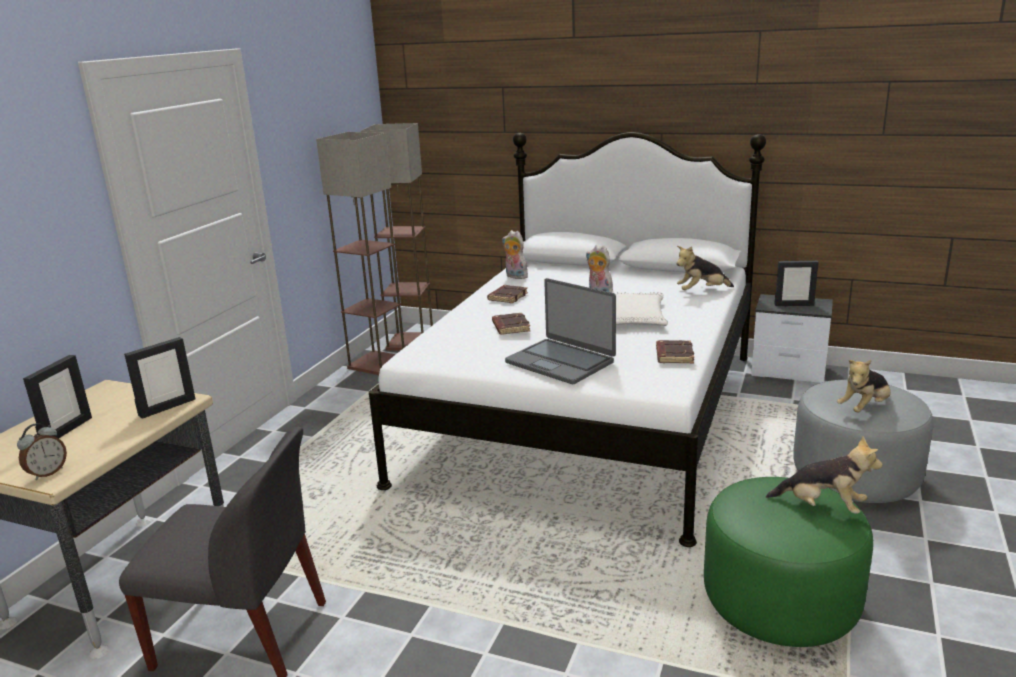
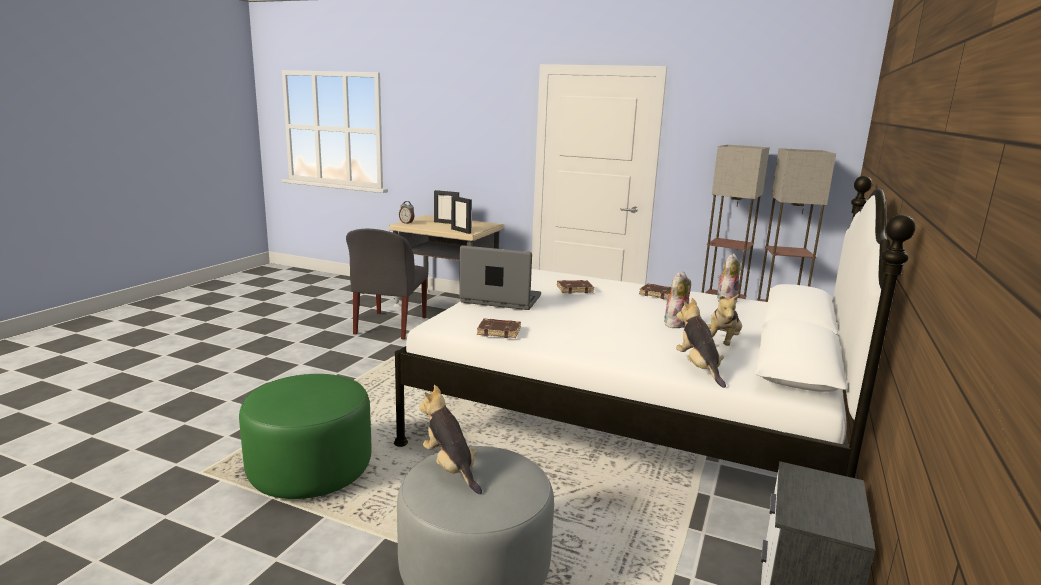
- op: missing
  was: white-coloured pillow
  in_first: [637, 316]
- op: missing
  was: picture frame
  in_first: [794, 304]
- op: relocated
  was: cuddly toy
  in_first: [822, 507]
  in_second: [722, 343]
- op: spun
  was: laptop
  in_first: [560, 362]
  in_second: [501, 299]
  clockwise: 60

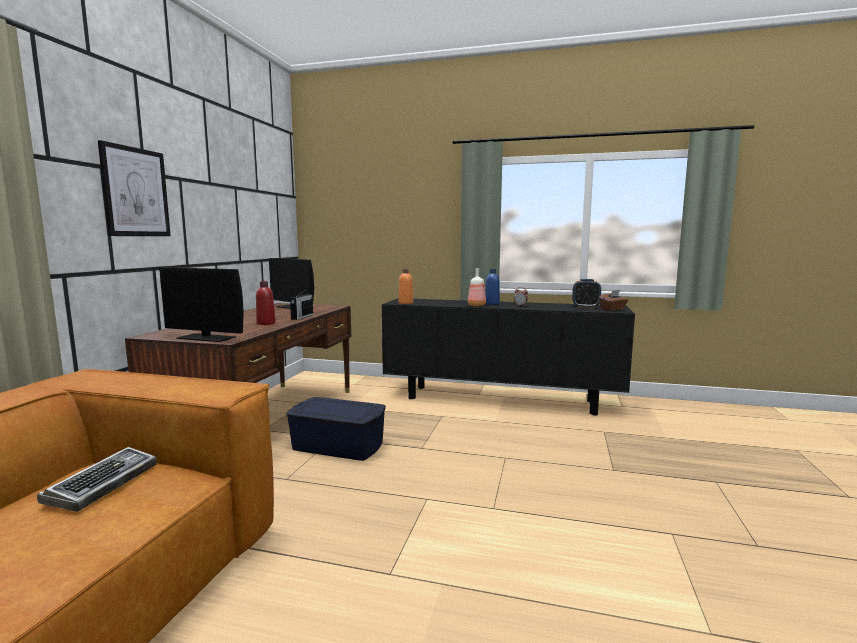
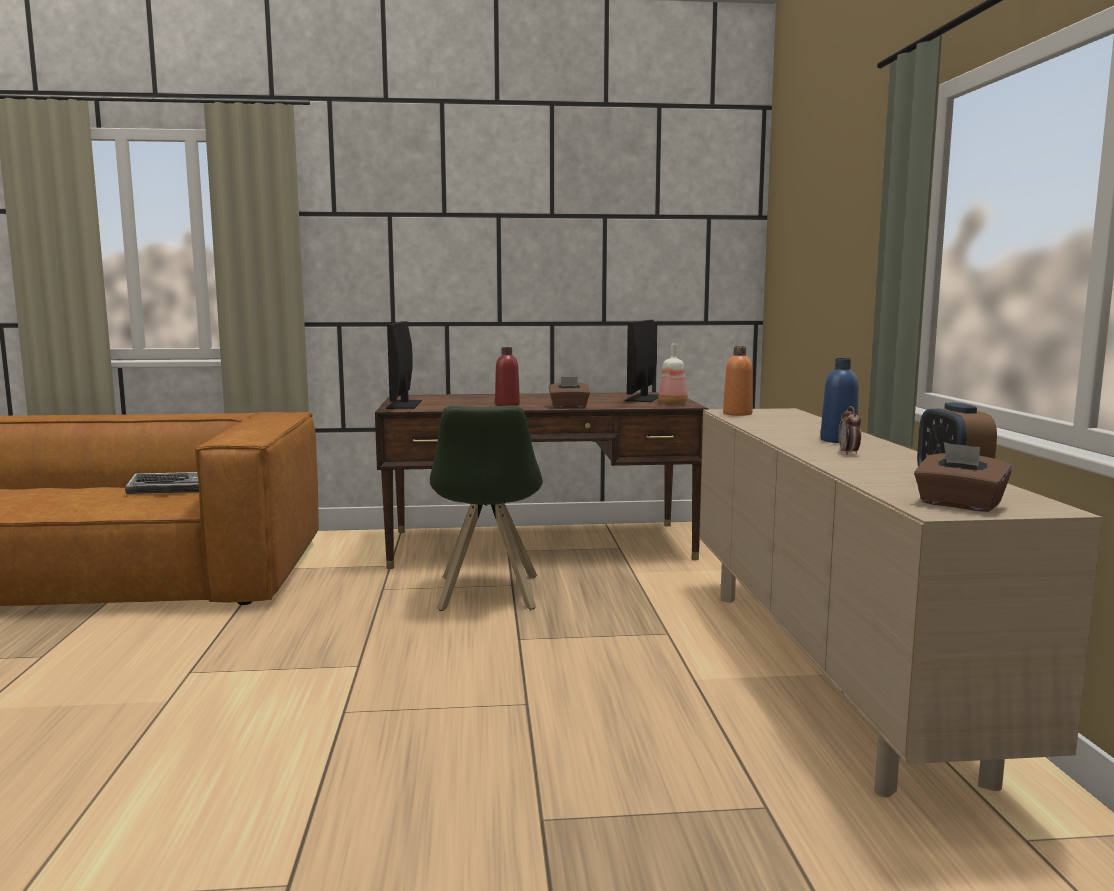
- op: missing
  was: wall picture
  in_first: [135, 192]
- op: relocated
  was: beverage bottle
  in_first: [476, 305]
  in_second: [672, 404]
- op: exchanged
  was: bluish storage bin
  now: green-coloured plain chair
  in_first: [338, 446]
  in_second: [488, 592]
- op: exchanged
  was: radio
  now: brownish tissue holder
  in_first: [301, 317]
  in_second: [569, 407]
- op: colour
  was: blackish cupboard
  now: beige-coloured cupboard
  in_first: [500, 399]
  in_second: [829, 671]

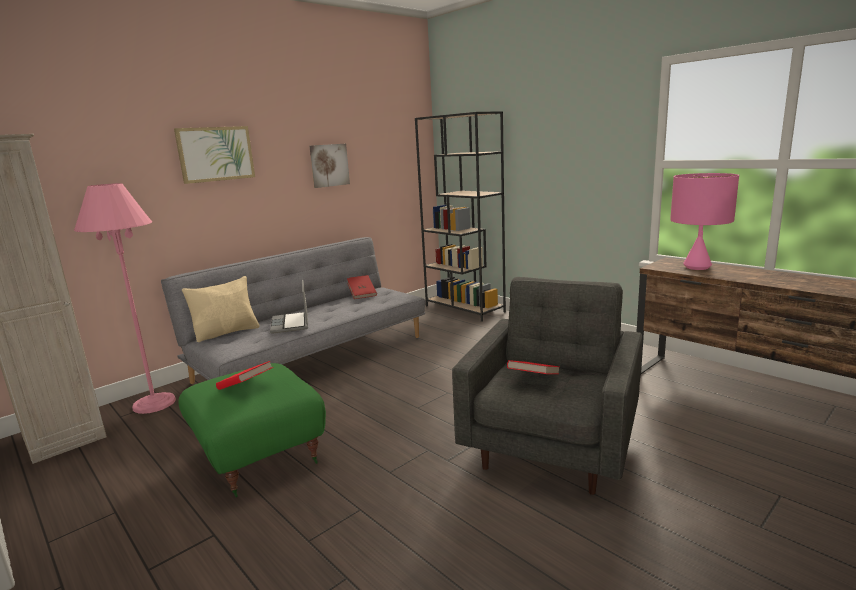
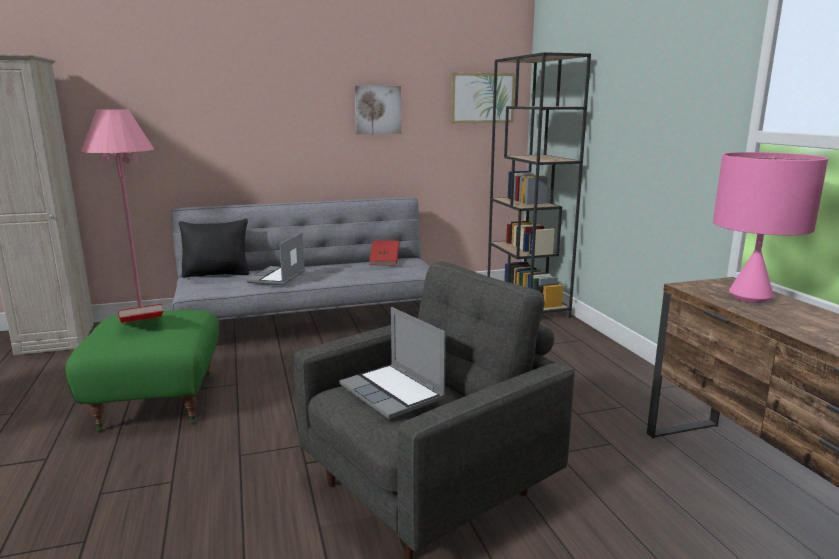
- op: relocated
  was: wall picture
  in_first: [215, 154]
  in_second: [482, 98]
- op: exchanged
  was: reddish book
  now: laptop
  in_first: [533, 379]
  in_second: [393, 393]
- op: colour
  was: beige-coloured pillow
  now: blackish pillow
  in_first: [227, 332]
  in_second: [217, 274]

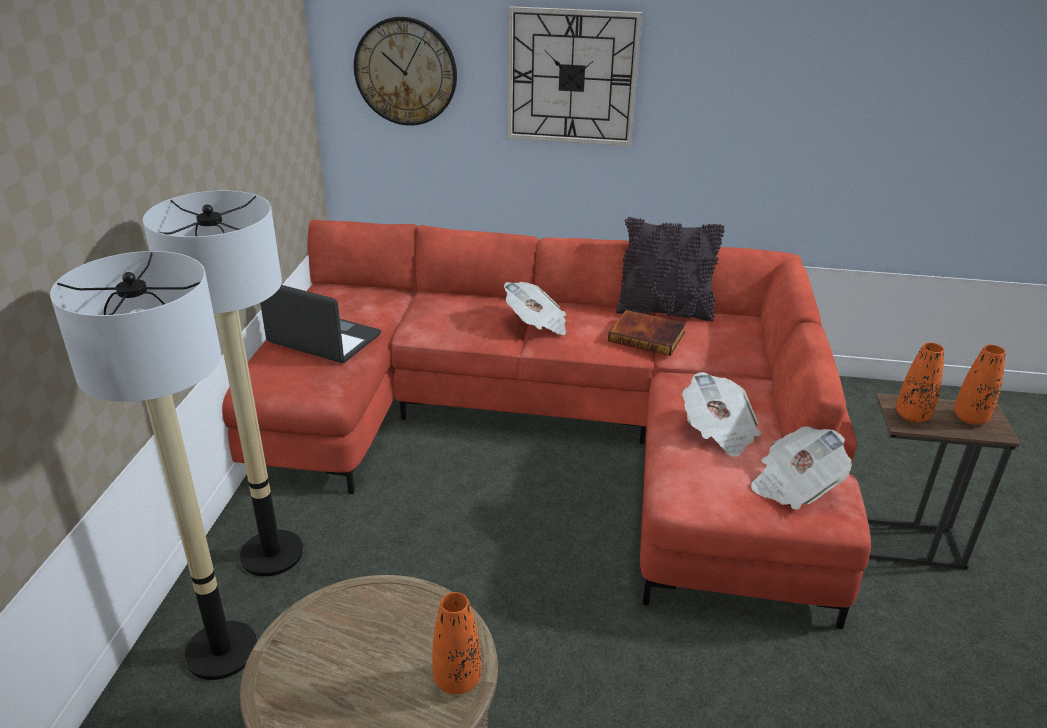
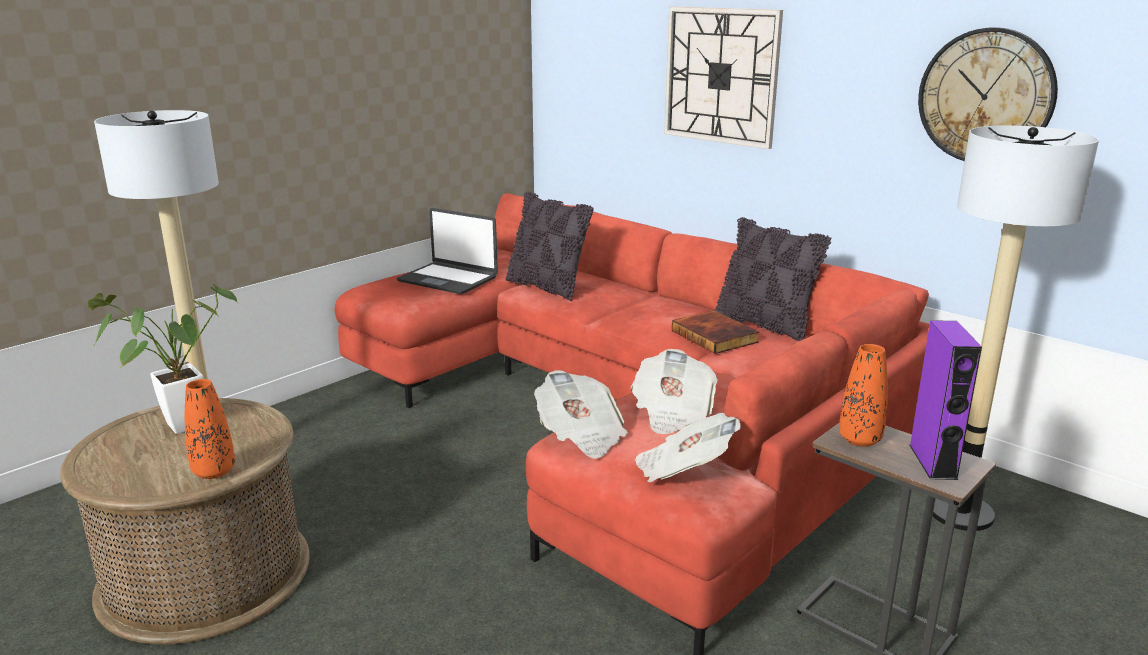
- op: appeared
  now: plant in a pot
  in_second: [176, 428]
- op: appeared
  now: blackish pillow
  in_second: [547, 287]
- op: relocated
  was: floor lamp
  in_first: [271, 554]
  in_second: [959, 512]
- op: relocated
  was: hanging clock
  in_first: [406, 72]
  in_second: [985, 96]
- op: relocated
  was: newspaper
  in_first: [536, 324]
  in_second: [581, 436]
- op: exchanged
  was: orange-coloured vase
  now: purplish loudspeaker
  in_first: [970, 418]
  in_second: [932, 461]
- op: spun
  was: laptop
  in_first: [324, 340]
  in_second: [448, 279]
  clockwise: 150

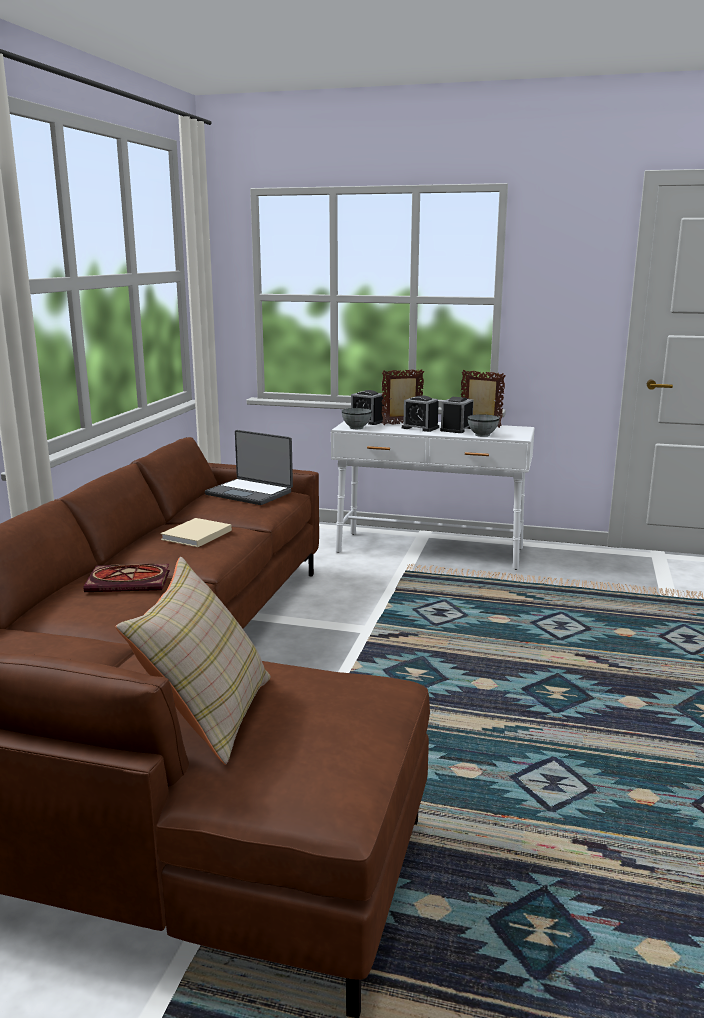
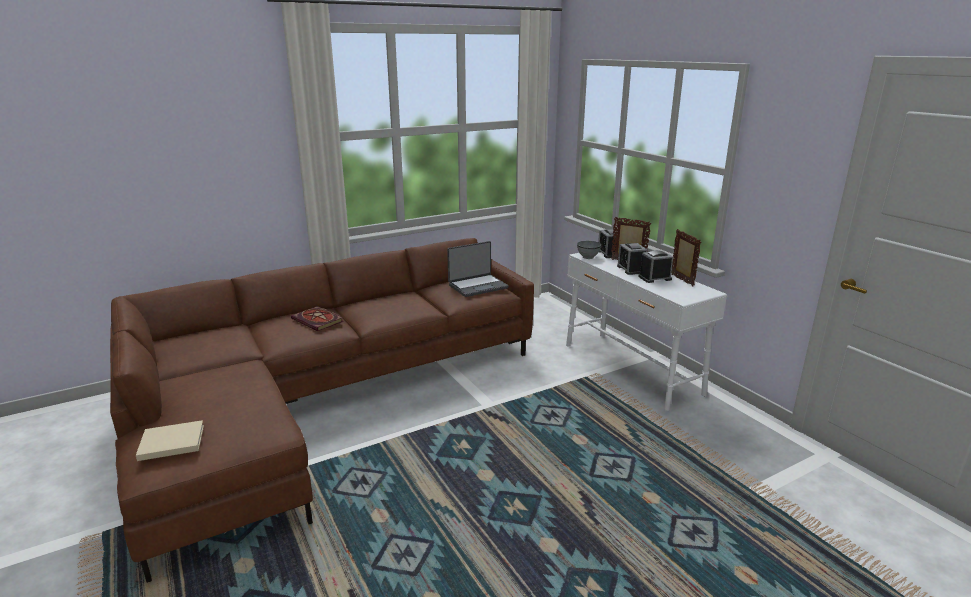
- op: missing
  was: beige-coloured pillow
  in_first: [206, 715]
- op: missing
  was: greyish bowl
  in_first: [482, 435]
- op: relocated
  was: beige-coloured book
  in_first: [195, 535]
  in_second: [169, 443]
- op: spun
  was: laptop
  in_first: [250, 493]
  in_second: [477, 286]
  clockwise: -105

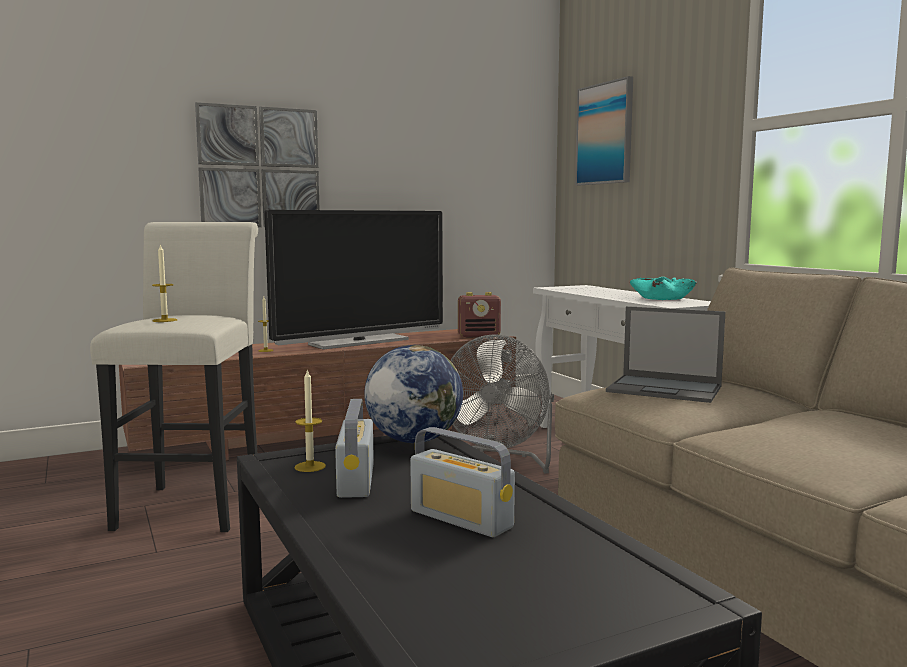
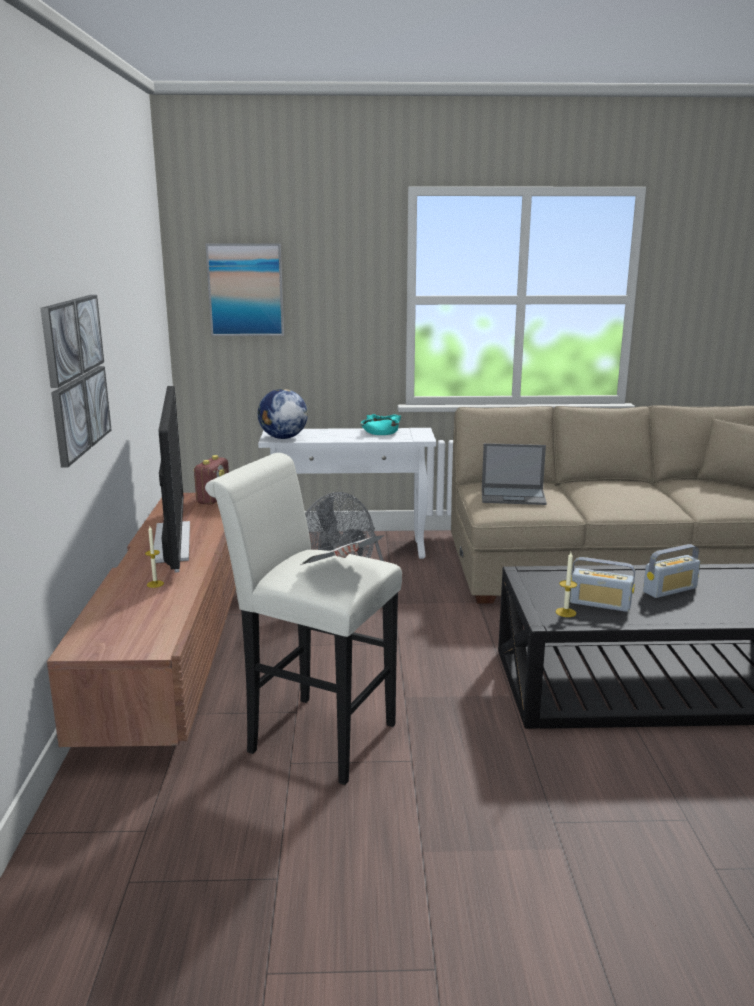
- op: relocated
  was: world globe
  in_first: [413, 440]
  in_second: [283, 438]
- op: exchanged
  was: wax light
  now: newspaper
  in_first: [164, 320]
  in_second: [342, 571]
- op: spun
  was: laptop
  in_first: [666, 389]
  in_second: [514, 496]
  clockwise: 45

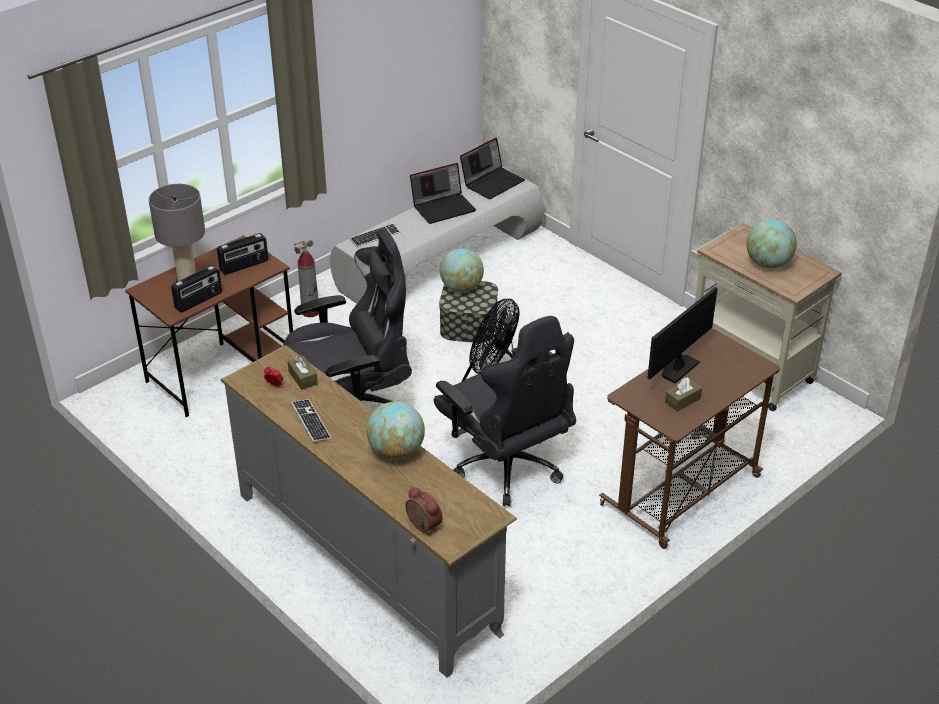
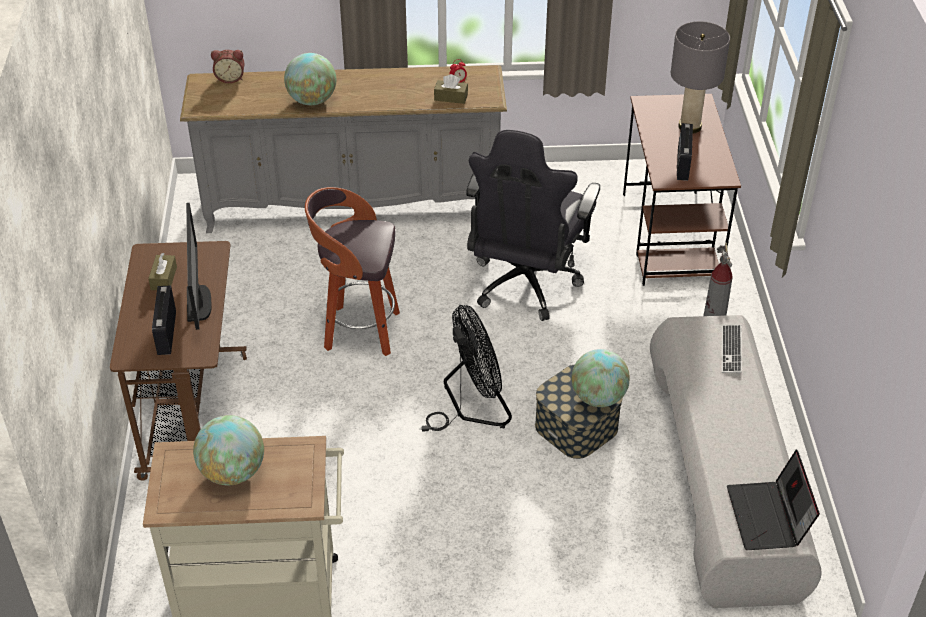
- op: missing
  was: PC keyboard
  in_first: [311, 422]
- op: missing
  was: laptop
  in_first: [443, 207]
- op: relocated
  was: radio
  in_first: [199, 301]
  in_second: [166, 333]
- op: exchanged
  was: blackish desk chair
  now: sitting stool
  in_first: [503, 464]
  in_second: [359, 331]

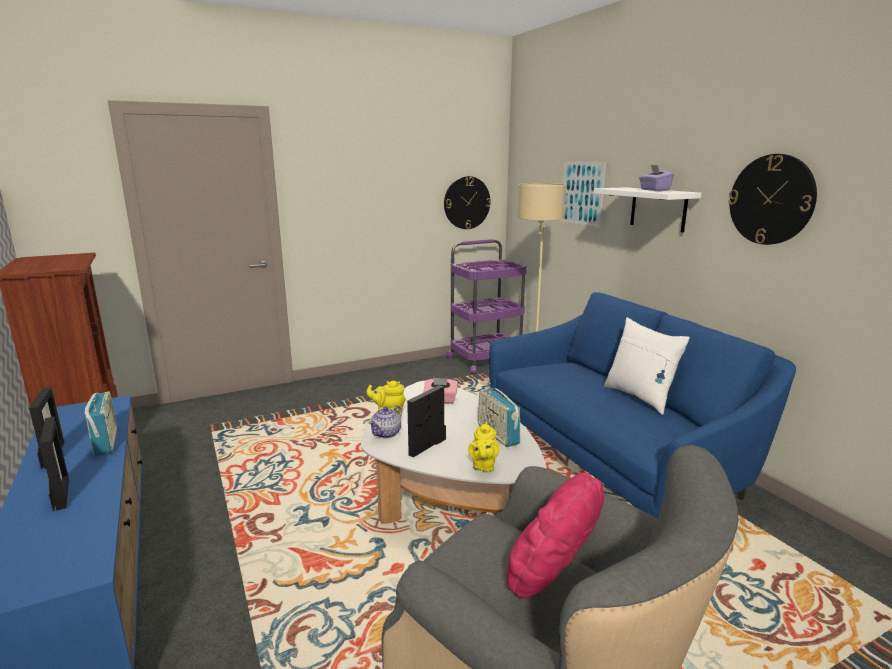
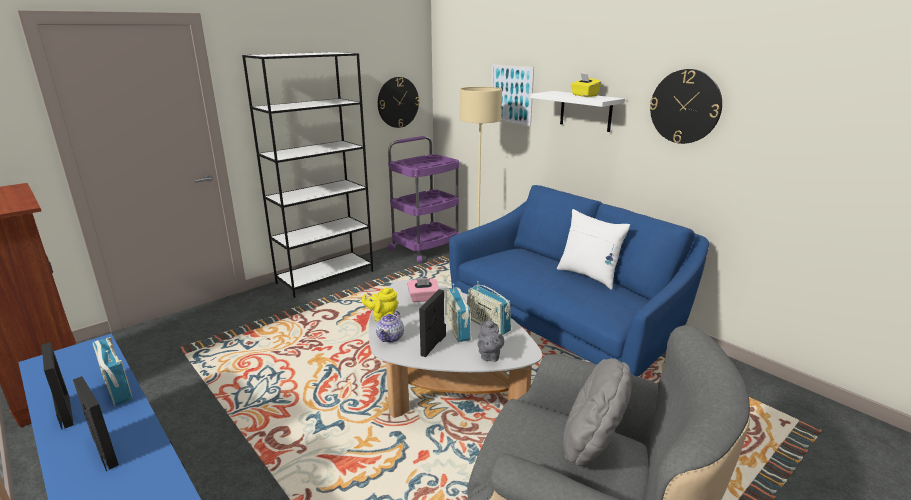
- op: appeared
  now: white-coloured bookshelf
  in_second: [325, 276]
- op: appeared
  now: radio
  in_second: [457, 329]
- op: colour
  was: yellow-coloured tea pot
  now: greyish tea pot
  in_first: [483, 466]
  in_second: [489, 356]
- op: colour
  was: pink-coloured pillow
  now: greyish pillow
  in_first: [553, 583]
  in_second: [591, 448]
- op: colour
  was: purplish tissue holder
  now: yellow-coloured tissue holder
  in_first: [654, 190]
  in_second: [584, 95]

